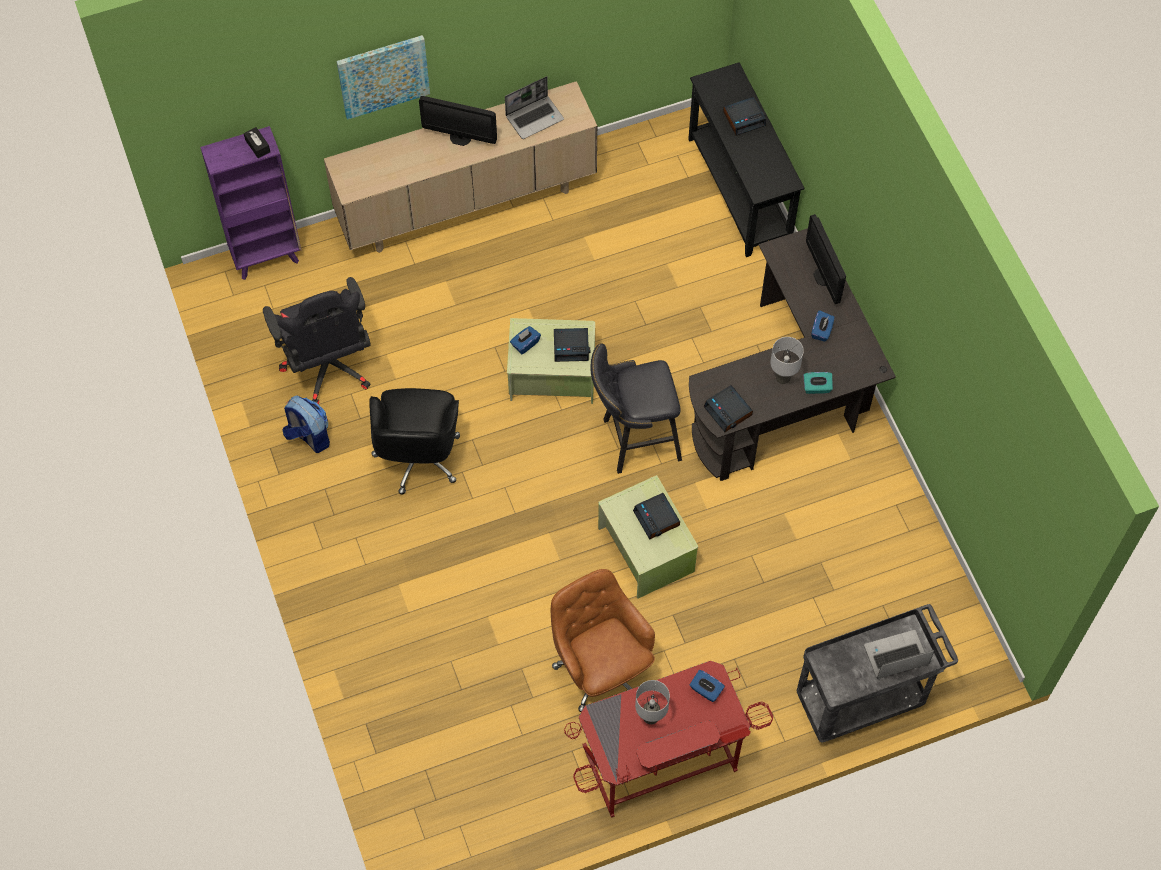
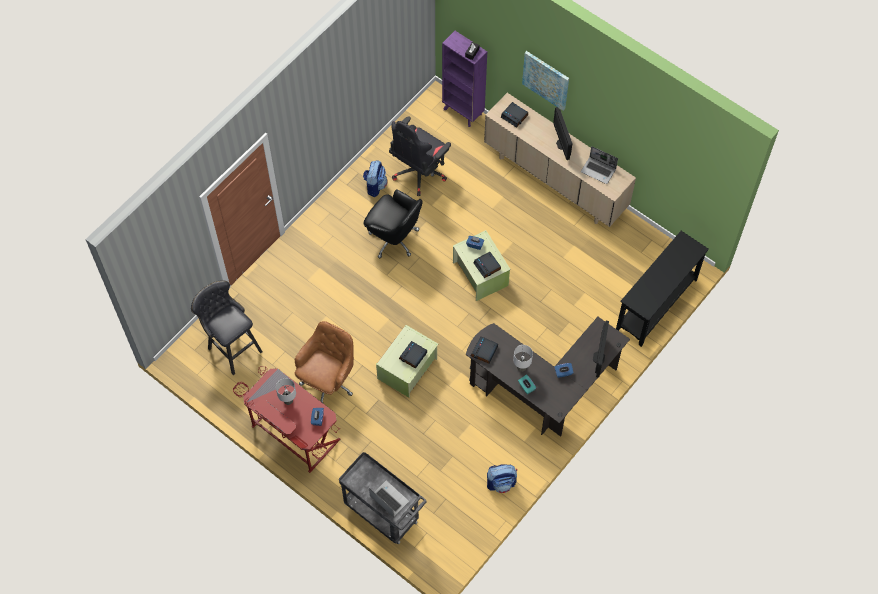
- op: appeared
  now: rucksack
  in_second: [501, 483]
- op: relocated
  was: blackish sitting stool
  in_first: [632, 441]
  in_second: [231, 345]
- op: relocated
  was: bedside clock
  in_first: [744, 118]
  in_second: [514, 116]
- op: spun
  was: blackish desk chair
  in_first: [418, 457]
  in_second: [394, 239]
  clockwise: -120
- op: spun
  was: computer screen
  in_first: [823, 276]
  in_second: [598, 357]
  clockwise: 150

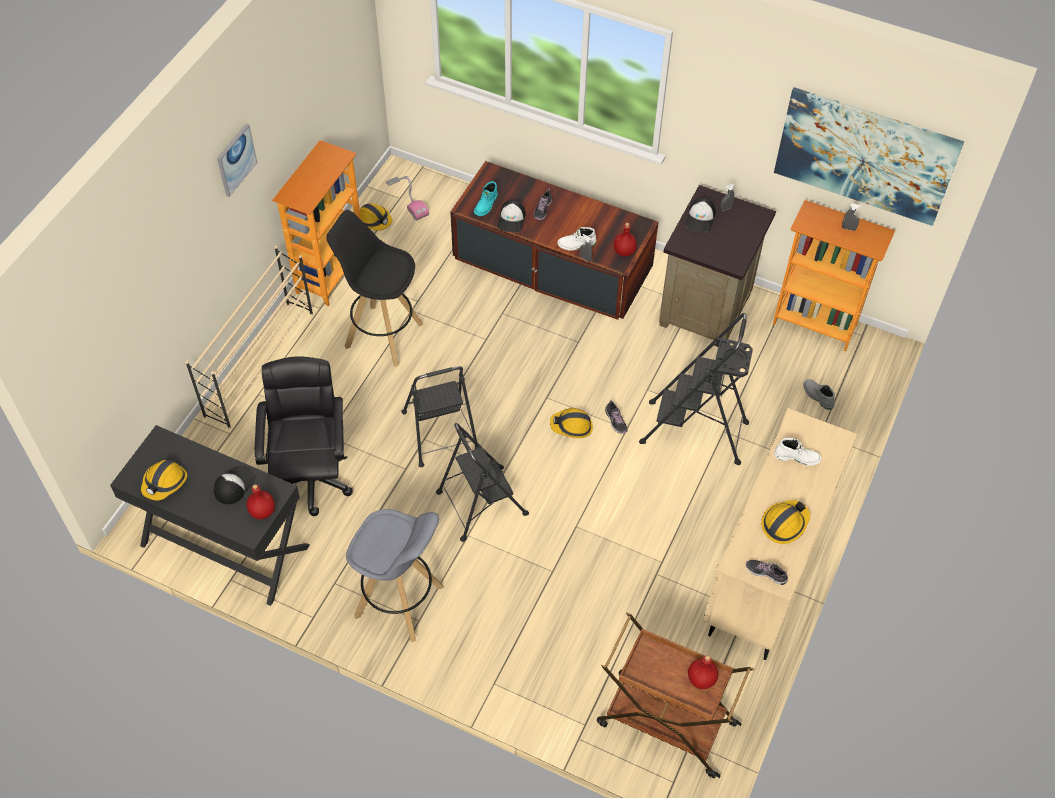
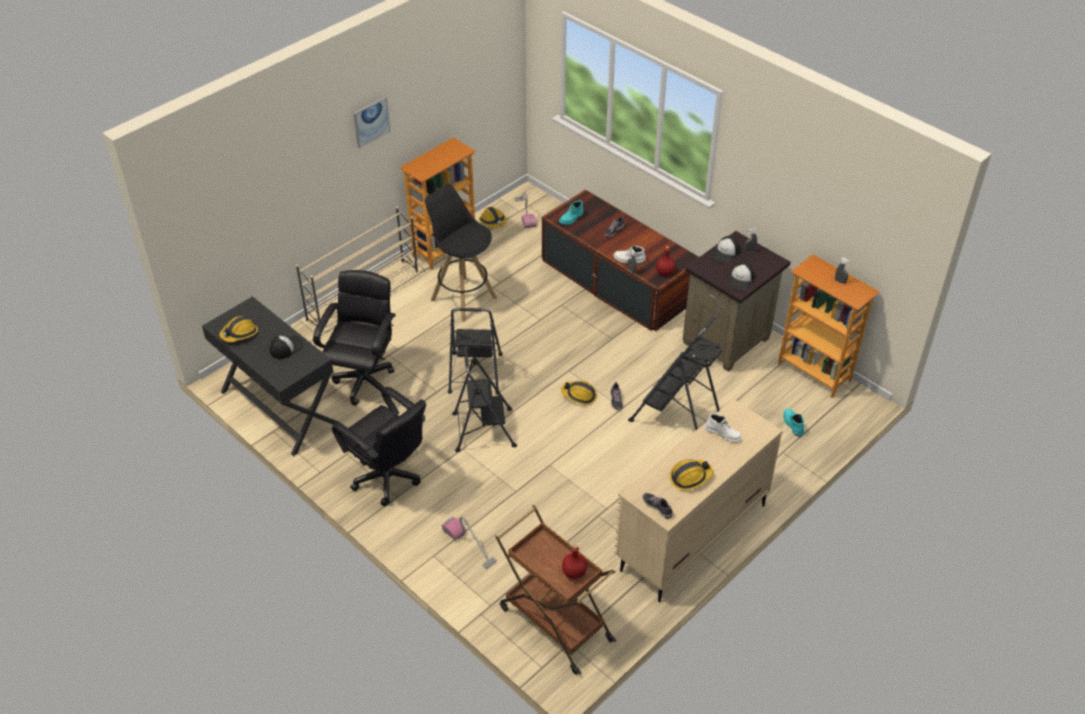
- op: missing
  was: reddish beverage bottle
  in_first: [262, 511]
- op: missing
  was: wall picture
  in_first: [865, 156]
- op: appeared
  now: vacuum
  in_second: [469, 545]
- op: relocated
  was: cap
  in_first: [512, 219]
  in_second: [740, 279]
- op: exchanged
  was: greyish sitting stool
  now: blackish desk chair
  in_first: [401, 603]
  in_second: [390, 481]
- op: colour
  was: greyish boot
  now: turquoise-coloured boot
  in_first: [817, 396]
  in_second: [792, 424]

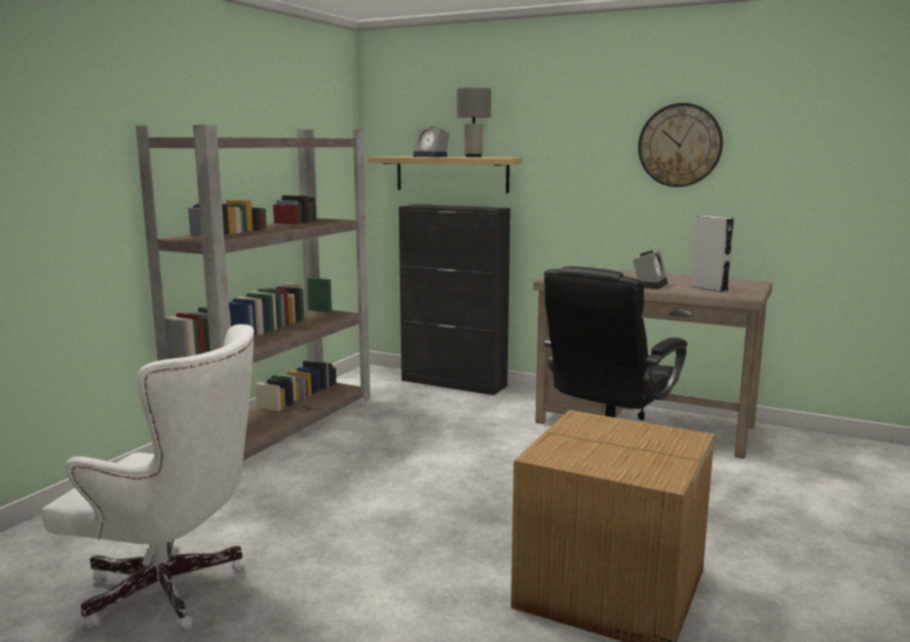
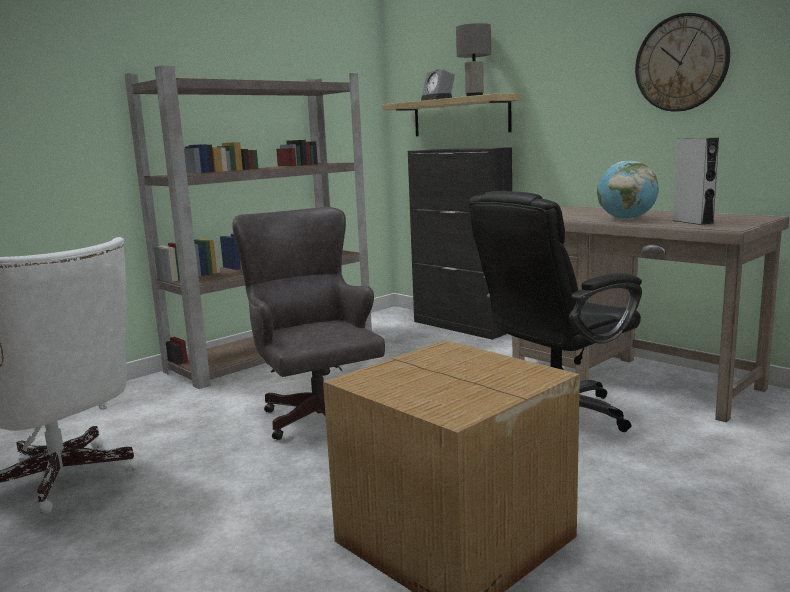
- op: appeared
  now: greyish desk chair
  in_second: [316, 415]
- op: exchanged
  was: bedside clock
  now: world globe
  in_first: [649, 285]
  in_second: [626, 219]

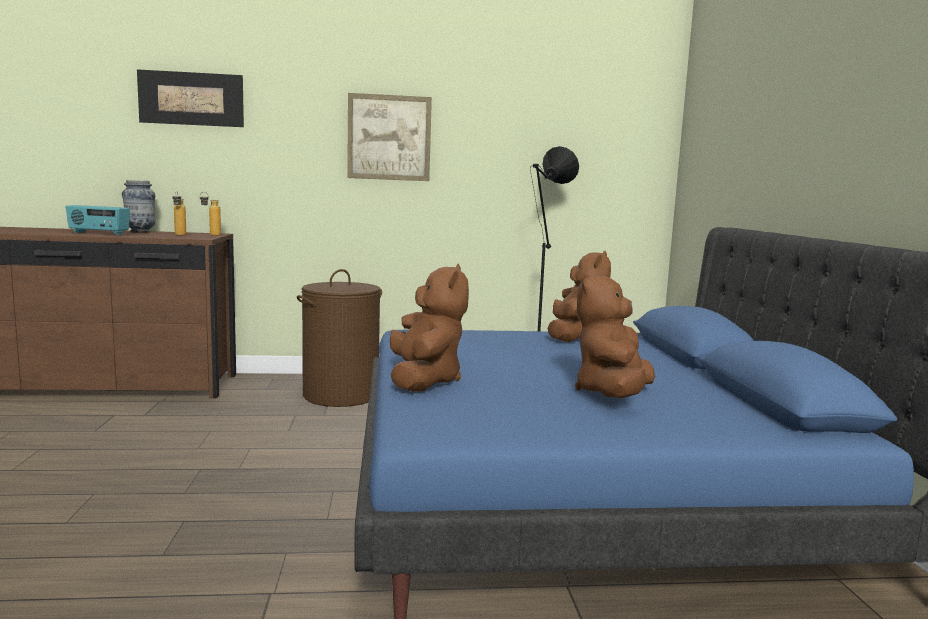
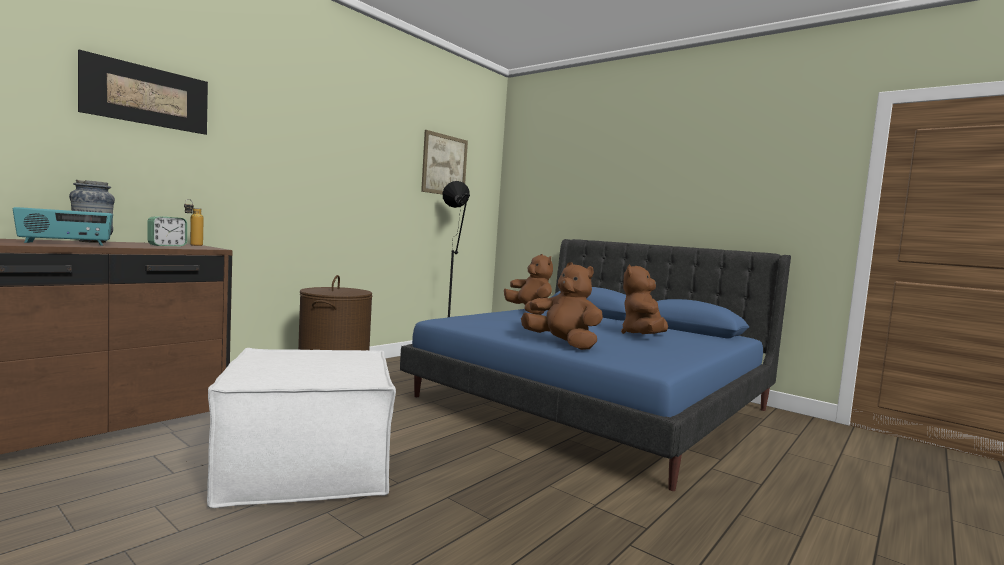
- op: appeared
  now: white-coloured ottoman
  in_second: [307, 465]
- op: relocated
  was: wall picture
  in_first: [389, 137]
  in_second: [444, 165]
- op: exchanged
  was: beverage bottle
  now: bedside clock
  in_first: [179, 235]
  in_second: [167, 245]
- op: spun
  was: brownish cuddly toy
  in_first: [612, 395]
  in_second: [643, 336]
  clockwise: 45

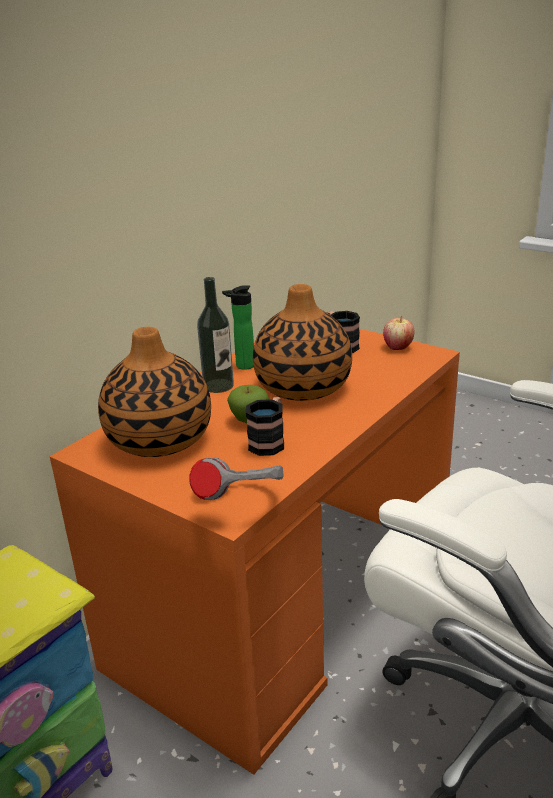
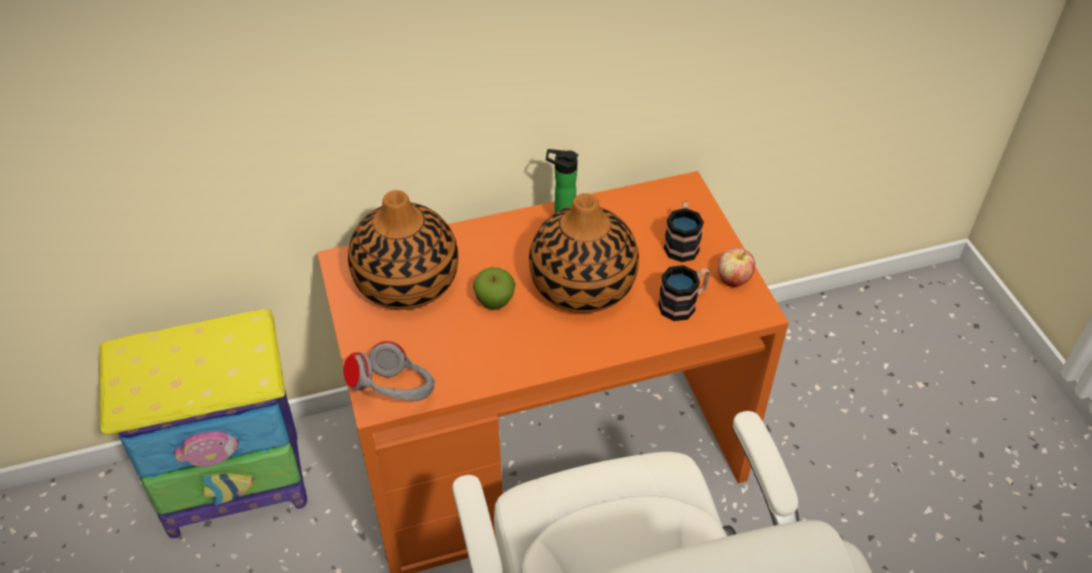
- op: missing
  was: beverage bottle
  in_first: [218, 386]
- op: relocated
  was: mug
  in_first: [269, 441]
  in_second: [683, 303]

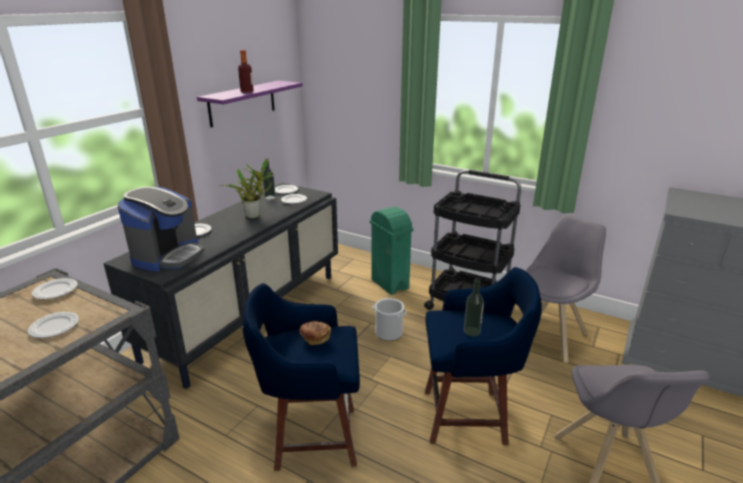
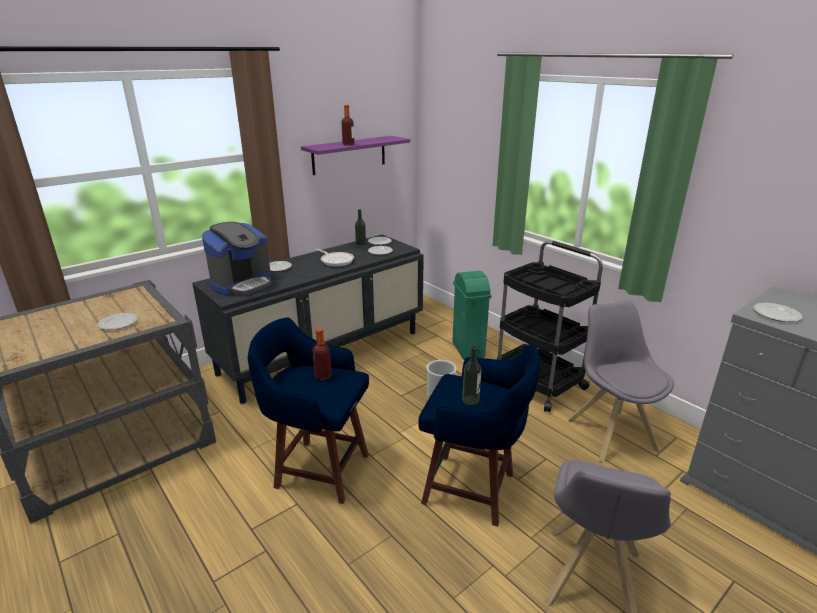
- op: relocated
  was: dinner plate
  in_first: [55, 290]
  in_second: [776, 314]
- op: exchanged
  was: plant in a pot
  now: frying pan
  in_first: [255, 215]
  in_second: [336, 261]
- op: exchanged
  was: bread
  now: beverage bottle
  in_first: [315, 338]
  in_second: [323, 376]
- op: spun
  was: greyish plain chair
  in_first: [550, 336]
  in_second: [610, 434]
  clockwise: -75

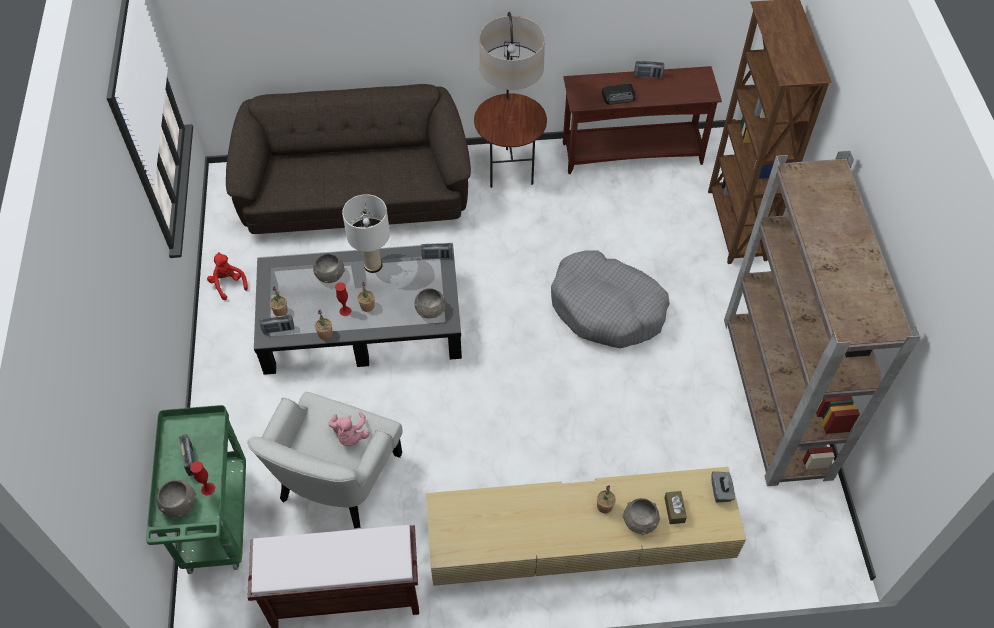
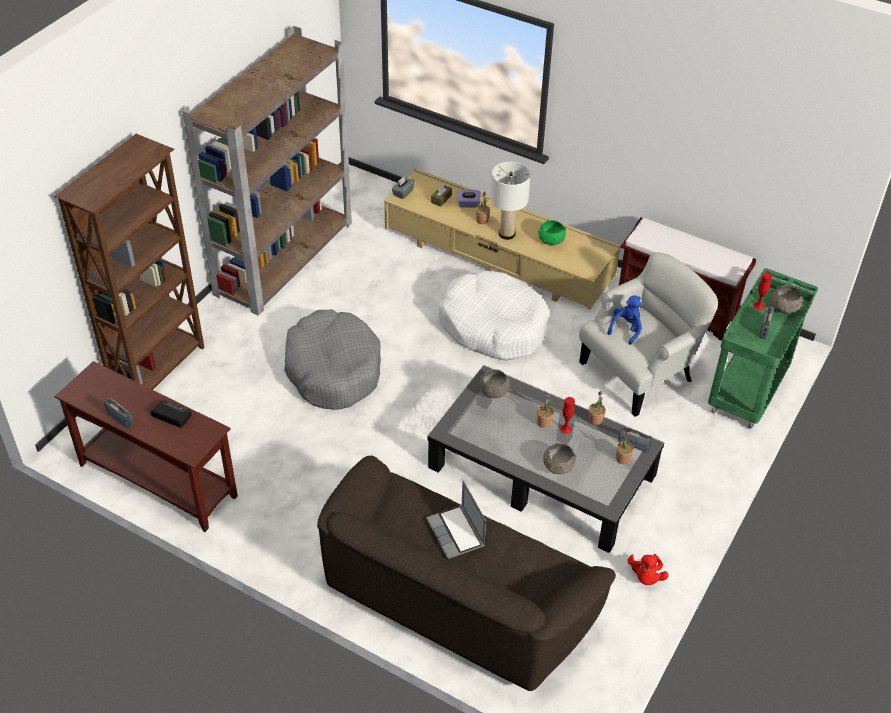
- op: missing
  was: radio
  in_first: [437, 256]
- op: missing
  was: floor lamp
  in_first: [509, 169]
- op: appeared
  now: laptop
  in_second: [456, 533]
- op: appeared
  now: white-coloured dog cushion
  in_second: [493, 326]
- op: appeared
  now: green-coloured bowl
  in_second: [551, 240]
- op: relocated
  was: white-coloured tabletop lamp
  in_first: [372, 265]
  in_second: [507, 234]
- op: exchanged
  was: greyish bowl
  now: purplish tissue holder
  in_first: [640, 522]
  in_second: [468, 204]
- op: colour
  was: pink-coloured cuddly toy
  now: bluish cuddly toy
  in_first: [350, 435]
  in_second: [626, 329]

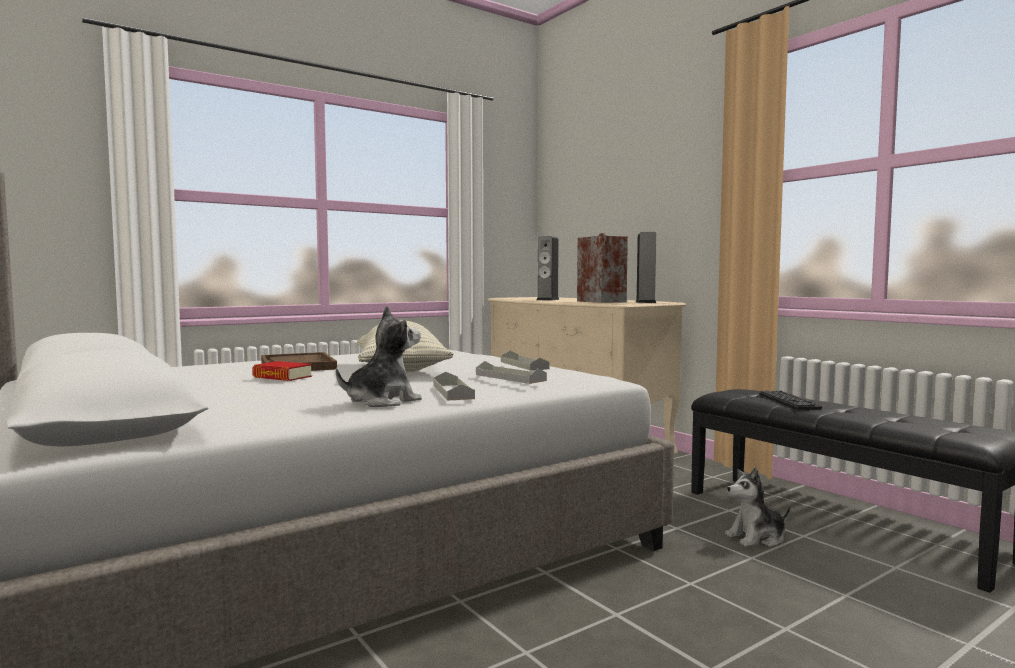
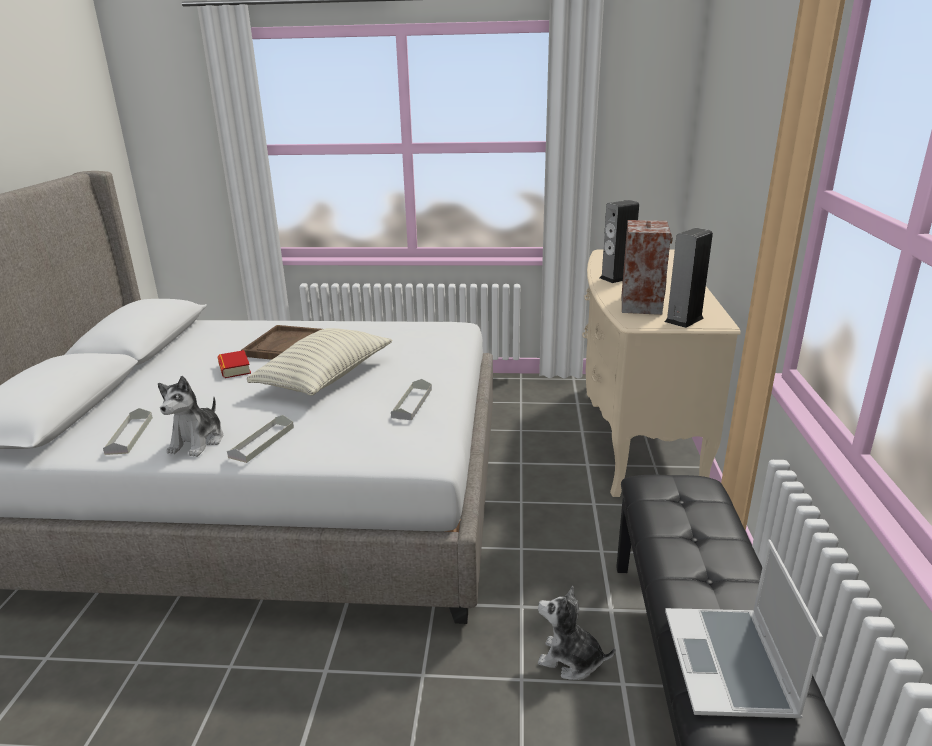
- op: missing
  was: PC keyboard
  in_first: [788, 401]
- op: appeared
  now: laptop
  in_second: [730, 665]
- op: relocated
  was: greyish serving tray
  in_first: [510, 377]
  in_second: [129, 435]
- op: spun
  was: cuddly toy
  in_first: [382, 401]
  in_second: [198, 441]
  clockwise: 105

